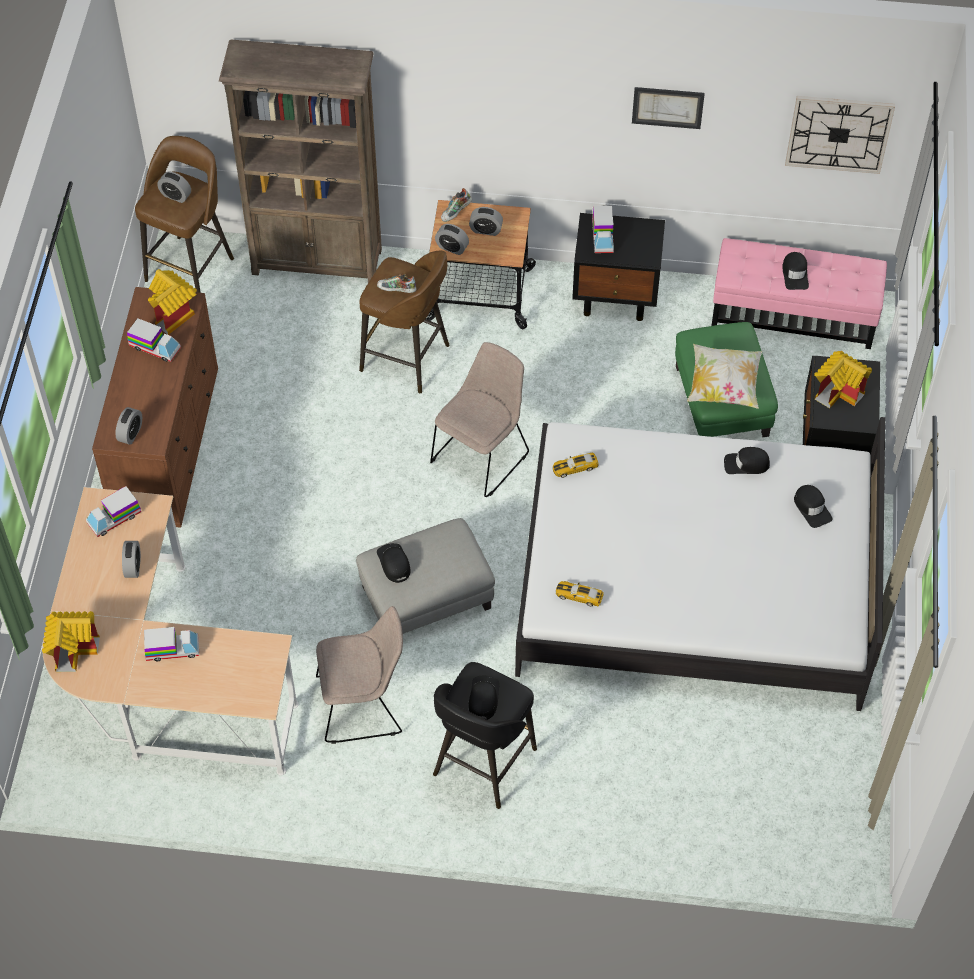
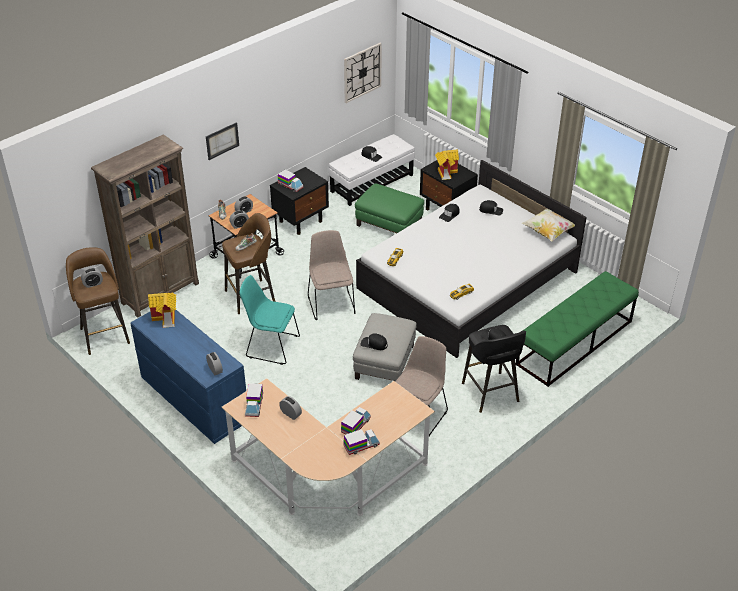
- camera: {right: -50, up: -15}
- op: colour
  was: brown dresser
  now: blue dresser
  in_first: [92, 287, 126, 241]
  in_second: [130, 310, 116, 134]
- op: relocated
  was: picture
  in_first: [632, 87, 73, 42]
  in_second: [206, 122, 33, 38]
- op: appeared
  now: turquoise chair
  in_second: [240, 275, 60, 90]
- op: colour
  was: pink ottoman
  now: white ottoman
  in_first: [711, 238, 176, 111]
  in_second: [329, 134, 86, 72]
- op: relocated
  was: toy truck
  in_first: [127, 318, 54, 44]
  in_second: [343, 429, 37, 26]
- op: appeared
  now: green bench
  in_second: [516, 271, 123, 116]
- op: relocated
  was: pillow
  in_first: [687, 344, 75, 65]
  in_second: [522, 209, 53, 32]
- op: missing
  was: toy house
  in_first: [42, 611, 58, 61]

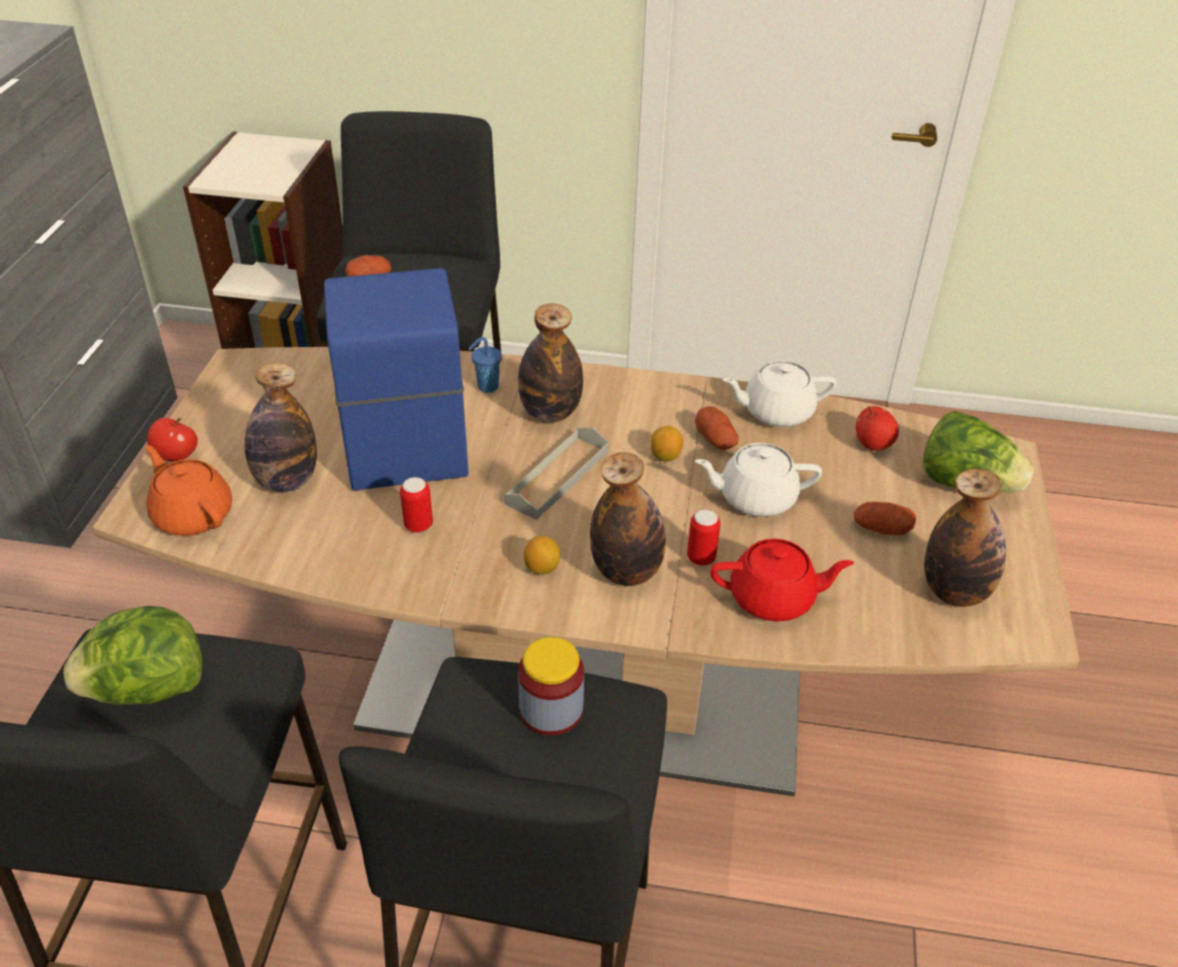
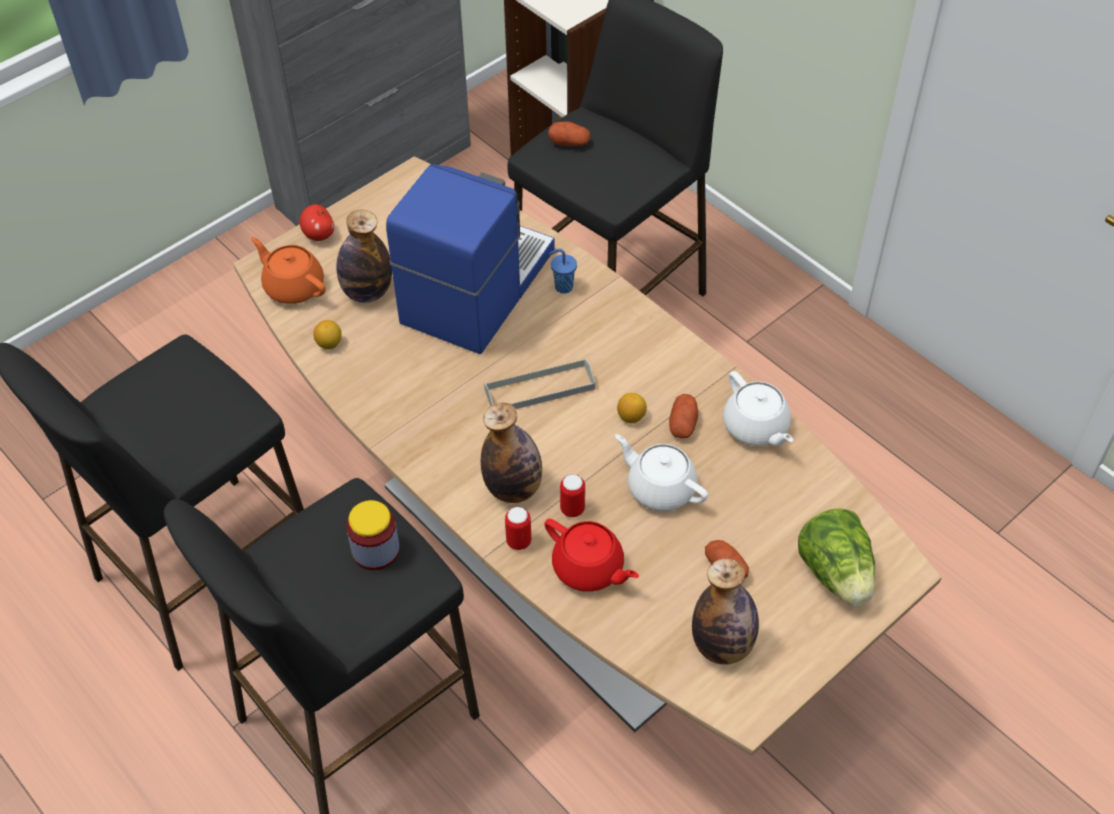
- camera: {right: 40, up: 10}
- op: spun
  was: orange teapot
  in_first: [146, 445, 86, 91]
  in_second: [251, 237, 75, 67]
  clockwise: -45
- op: relocated
  was: lemon
  in_first: [524, 536, 36, 39]
  in_second: [313, 320, 29, 29]
- op: relocated
  was: can
  in_first: [400, 477, 33, 56]
  in_second: [505, 507, 26, 43]
- op: spun
  was: white teapot
  in_first: [722, 361, 115, 66]
  in_second: [723, 371, 70, 75]
  clockwise: -150
- op: missing
  was: lettuce
  in_first: [64, 606, 139, 99]
- op: missing
  was: bottle
  in_first: [518, 303, 65, 120]
- op: missing
  was: apple
  in_first: [856, 406, 43, 45]

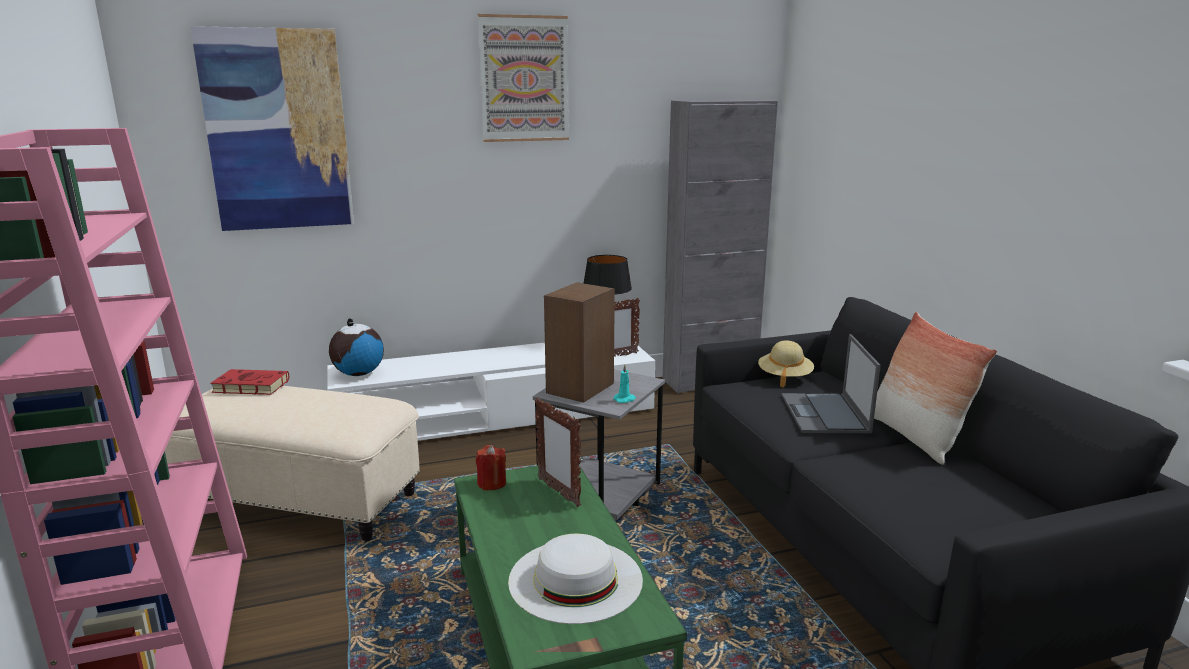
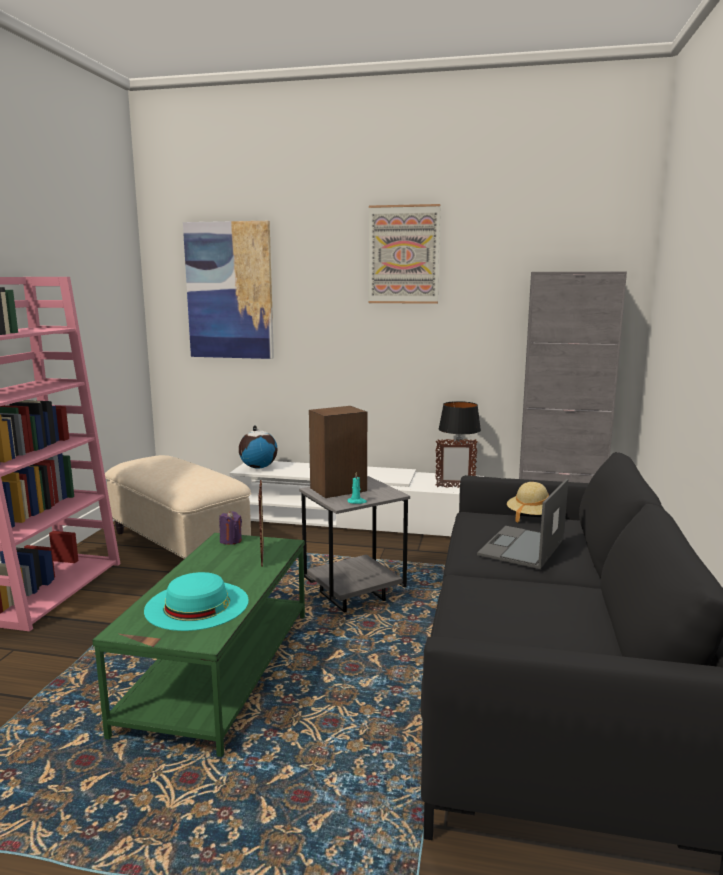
- camera: {right: 30, up: -5}
- op: colour
  was: white hat
  now: turquoise hat
  in_first: [508, 534, 135, 90]
  in_second: [144, 572, 105, 59]
- op: colour
  was: red candle
  now: purple candle
  in_first: [476, 445, 30, 45]
  in_second: [219, 511, 23, 34]
- op: missing
  was: red book
  in_first: [210, 369, 79, 26]
- op: missing
  was: pillow
  in_first: [874, 312, 123, 153]

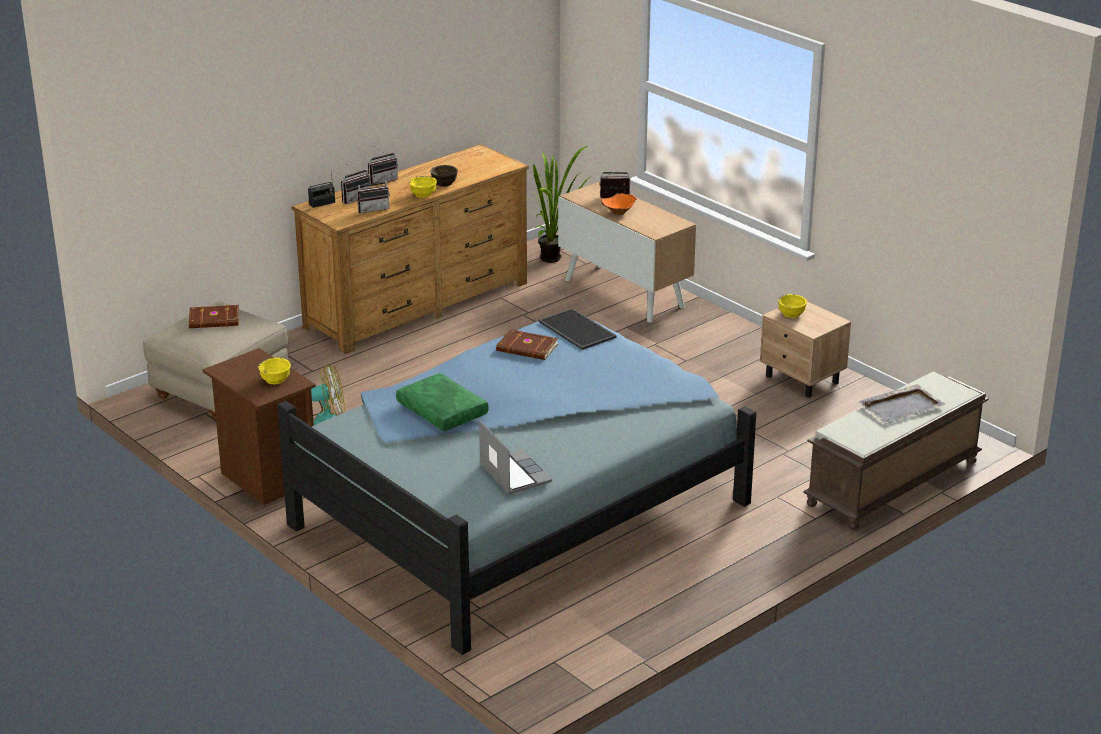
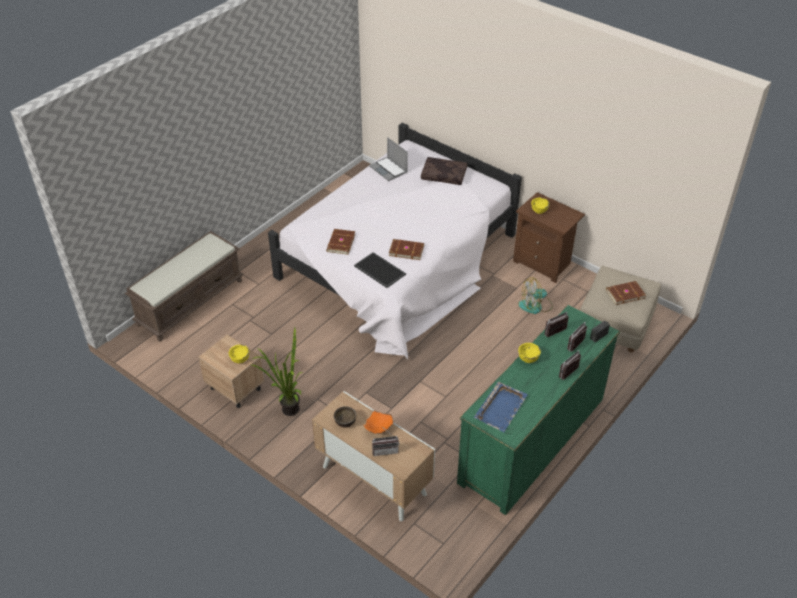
- camera: {right: 170, up: 15}
- op: relocated
  was: potted plant
  in_first: [532, 146, 59, 117]
  in_second: [252, 327, 51, 89]
- op: colour
  was: blue bed
  now: white bed
  in_first: [277, 321, 479, 334]
  in_second: [268, 123, 254, 237]
- op: appeared
  now: brown book
  in_second: [326, 229, 29, 26]
- op: relocated
  was: brown bowl
  in_first: [430, 165, 28, 22]
  in_second: [334, 406, 22, 22]
- op: appeared
  now: brown pillow
  in_second: [421, 157, 46, 28]
- op: colour
  was: brown dresser
  now: green dresser
  in_first: [291, 144, 238, 210]
  in_second: [457, 305, 163, 210]
- op: appeared
  now: blue tray
  in_second: [474, 382, 54, 50]
- op: missing
  was: green pillow
  in_first: [396, 373, 93, 58]
- op: missing
  was: grey tray
  in_first: [858, 384, 87, 40]

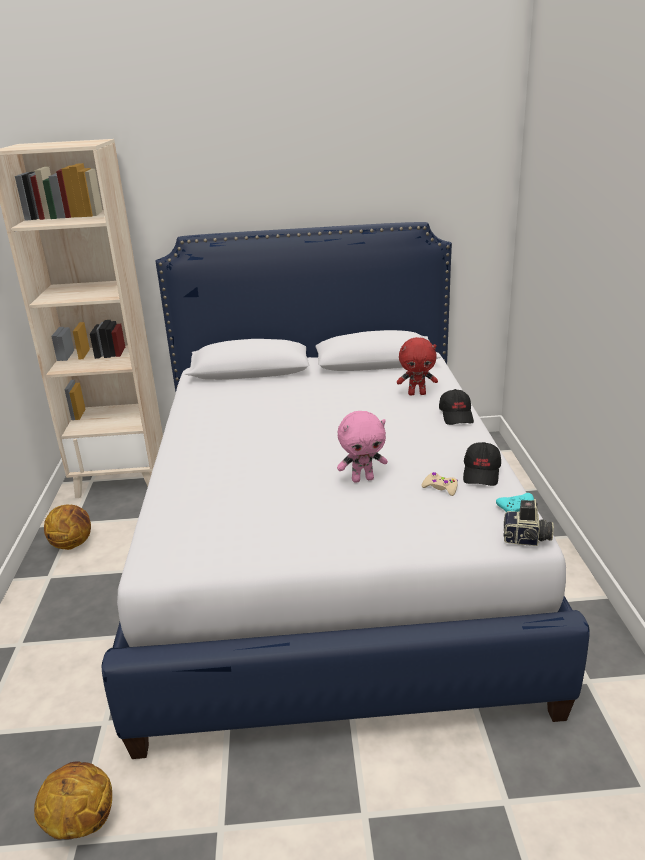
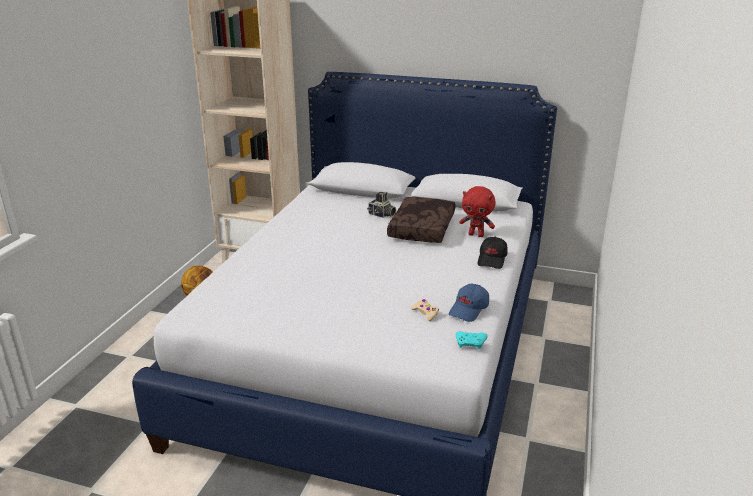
- camera: {right: 20, up: 0}
- op: relocated
  was: photo camera
  in_first: [503, 499, 51, 47]
  in_second: [367, 192, 29, 26]
- op: appeared
  now: brown pillow
  in_second: [387, 197, 68, 46]
- op: colour
  was: black cap
  now: blue cap
  in_first: [463, 442, 38, 44]
  in_second: [449, 284, 40, 38]
- op: missing
  was: basketball
  in_first: [34, 762, 78, 77]
- op: missing
  was: pink plush toy
  in_first: [337, 411, 51, 72]

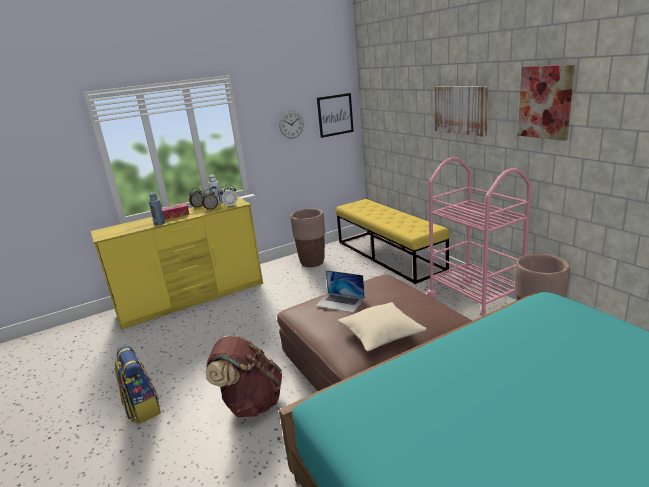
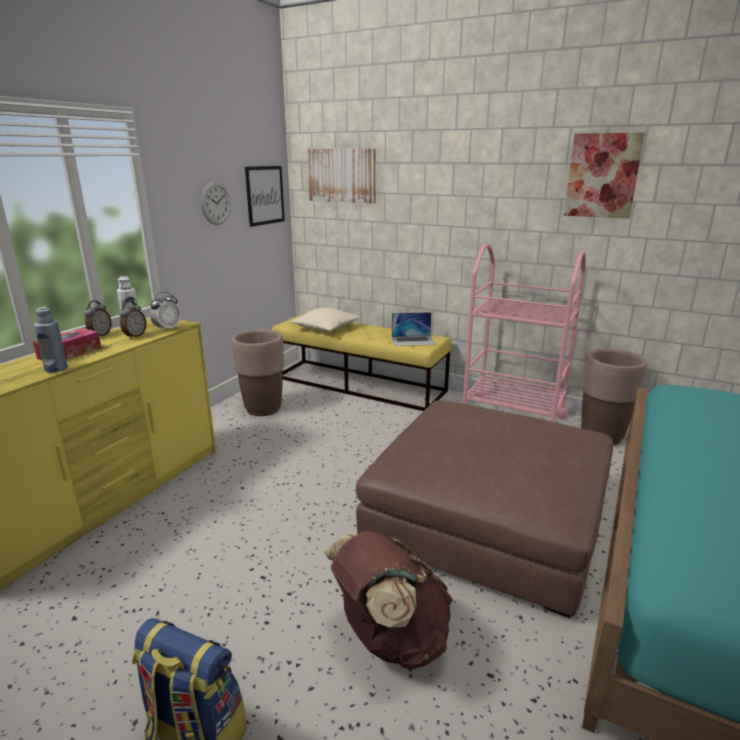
- camera: {right: -35, up: 0}
- op: relocated
  was: beige pillow
  in_first: [338, 302, 88, 49]
  in_second: [291, 307, 69, 24]
- op: relocated
  was: picture
  in_first: [434, 86, 54, 51]
  in_second: [307, 148, 69, 56]
- op: relocated
  was: laptop
  in_first: [315, 270, 50, 43]
  in_second: [392, 312, 44, 34]

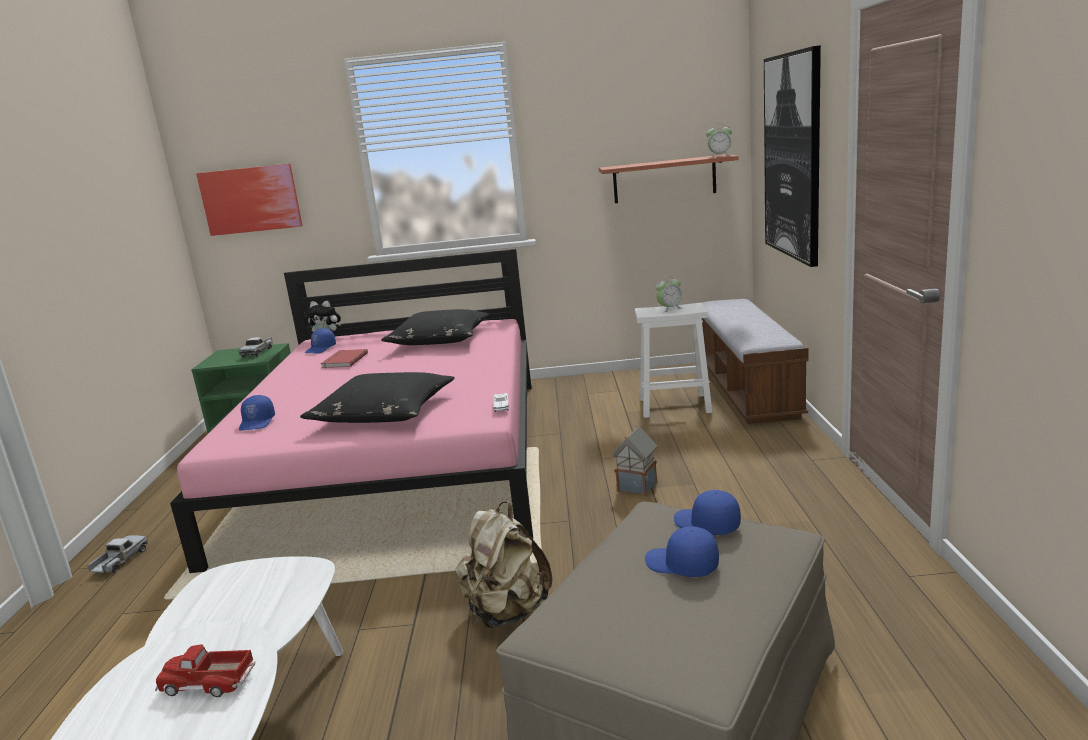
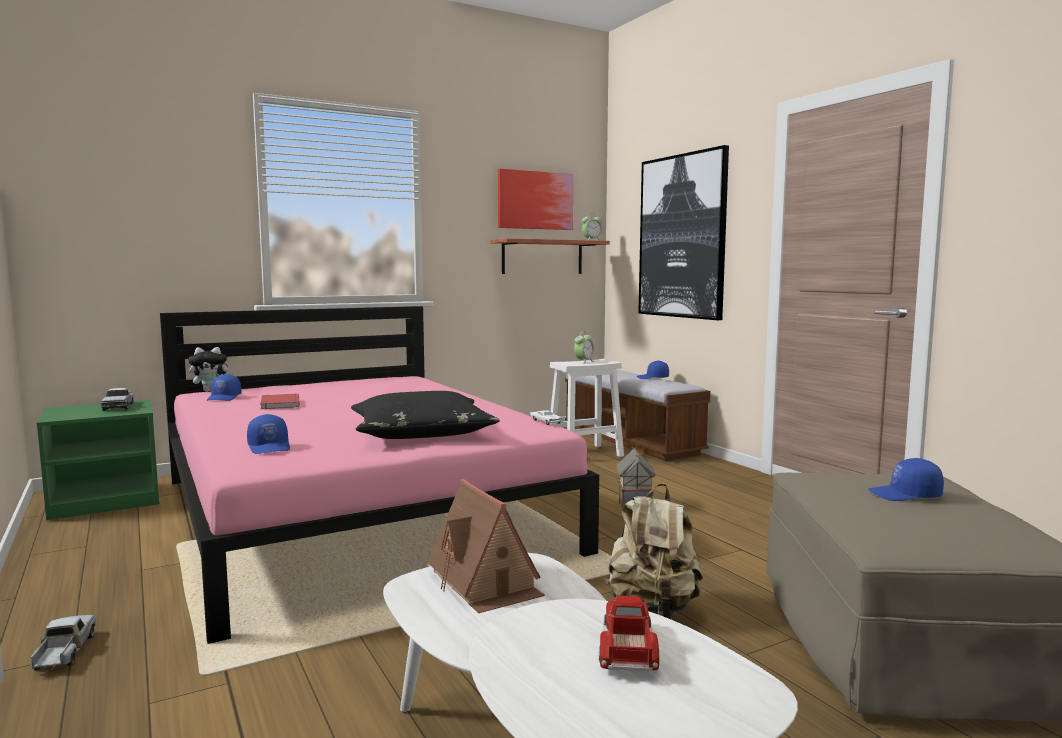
- camera: {right: -30, up: -10}
- op: appeared
  now: toy house
  in_second: [427, 479, 118, 134]
- op: relocated
  was: picture
  in_first: [196, 164, 106, 72]
  in_second: [498, 169, 75, 61]
- op: spun
  was: toy truck
  in_first: [155, 644, 100, 53]
  in_second: [599, 596, 60, 75]
  clockwise: 120
- op: relocated
  was: blue cap
  in_first: [674, 490, 67, 45]
  in_second: [636, 360, 33, 19]
- op: missing
  was: black pillow
  in_first: [381, 309, 110, 36]

